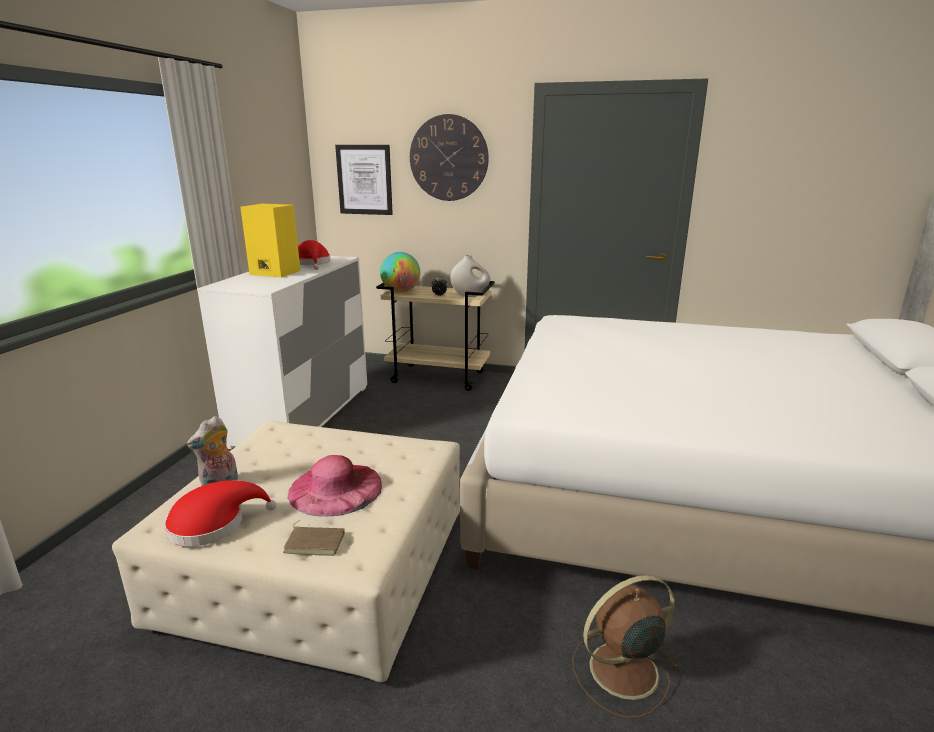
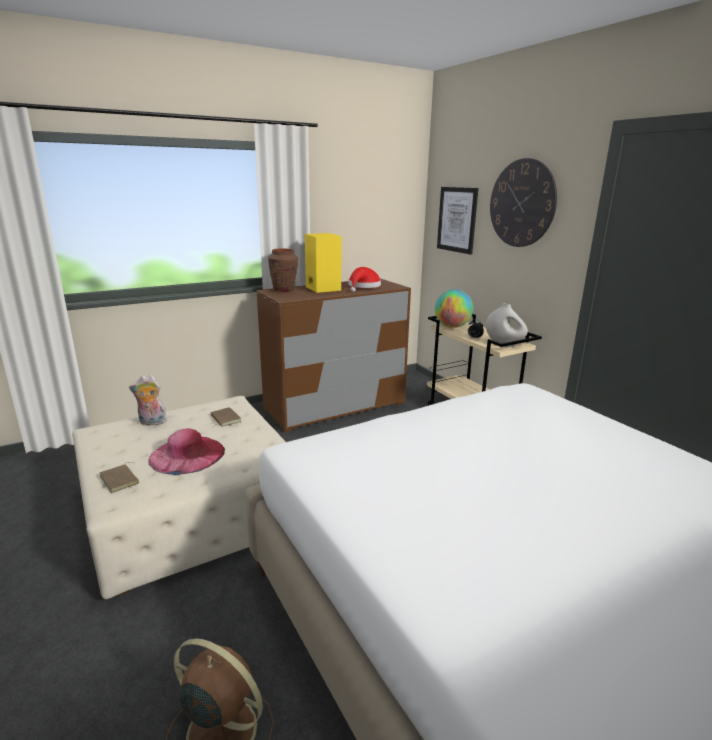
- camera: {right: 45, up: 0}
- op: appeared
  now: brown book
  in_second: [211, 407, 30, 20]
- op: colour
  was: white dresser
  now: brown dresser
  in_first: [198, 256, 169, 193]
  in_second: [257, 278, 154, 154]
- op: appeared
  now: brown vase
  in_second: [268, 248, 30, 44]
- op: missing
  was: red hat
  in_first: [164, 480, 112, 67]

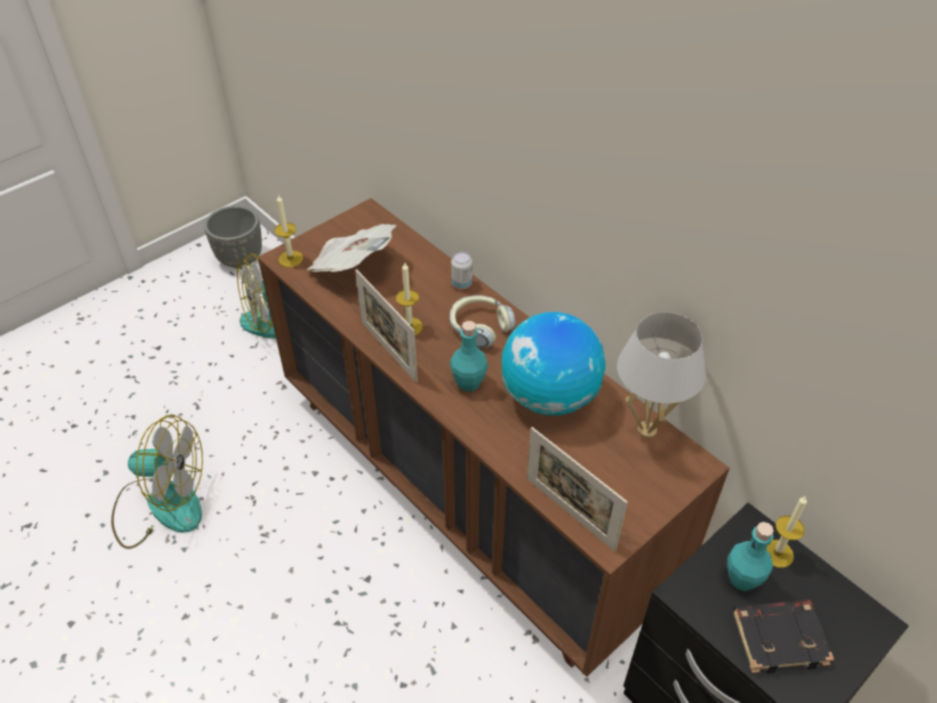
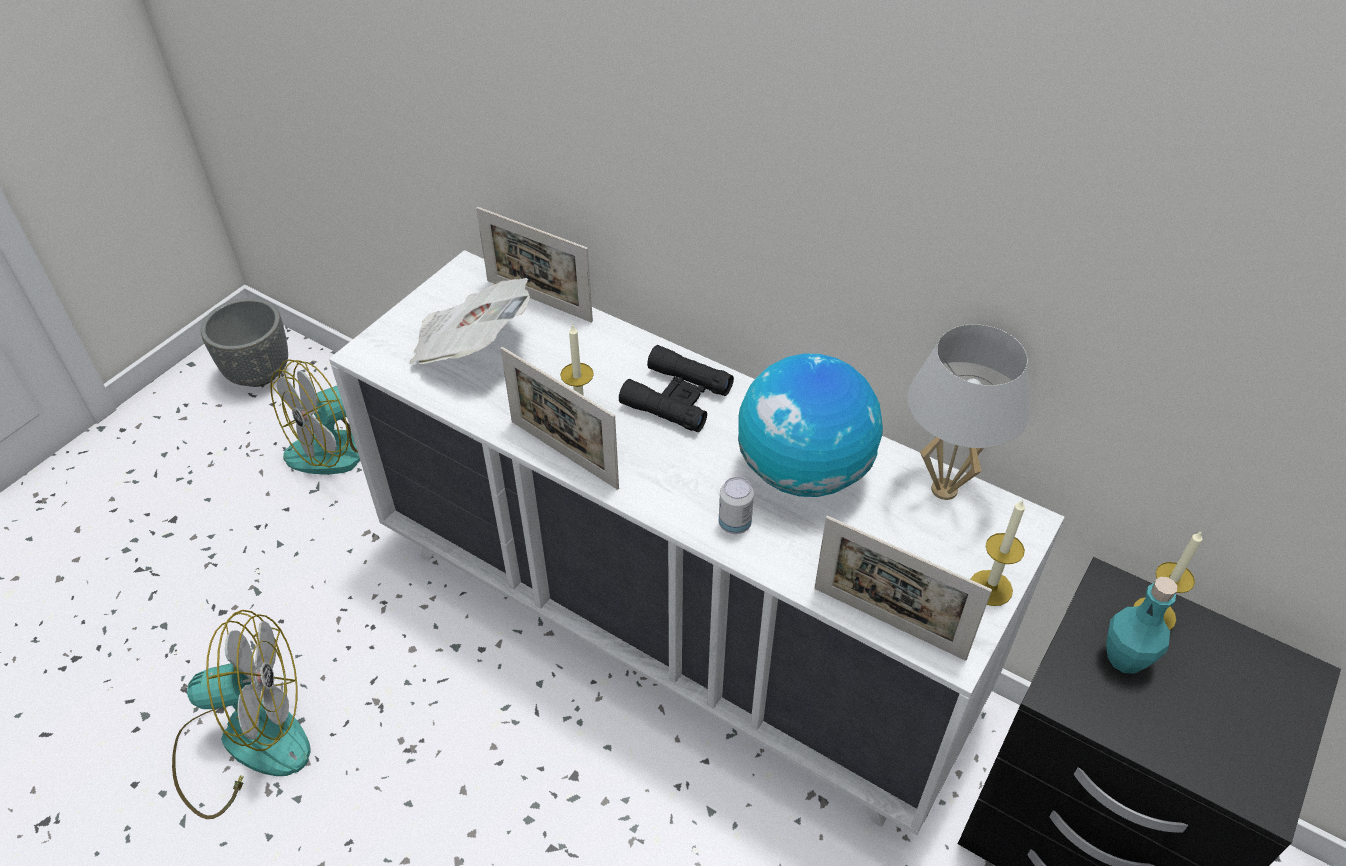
- camera: {right: -15, up: 0}
- op: colour
  was: brown dresser
  now: white dresser
  in_first: [258, 198, 472, 479]
  in_second: [329, 250, 736, 585]
- op: appeared
  now: picture frame
  in_second: [476, 207, 117, 116]
- op: exchanged
  was: headphones
  now: black binoculars
  in_first: [450, 295, 65, 53]
  in_second: [619, 345, 115, 87]
- op: relocated
  was: can
  in_first: [451, 252, 21, 37]
  in_second: [719, 477, 35, 57]
- op: relocated
  was: candle
  in_first: [274, 194, 29, 73]
  in_second: [970, 499, 55, 107]
- op: missing
  was: turquoise bottle
  in_first: [450, 321, 38, 71]
- op: missing
  was: black book
  in_first: [733, 599, 101, 75]

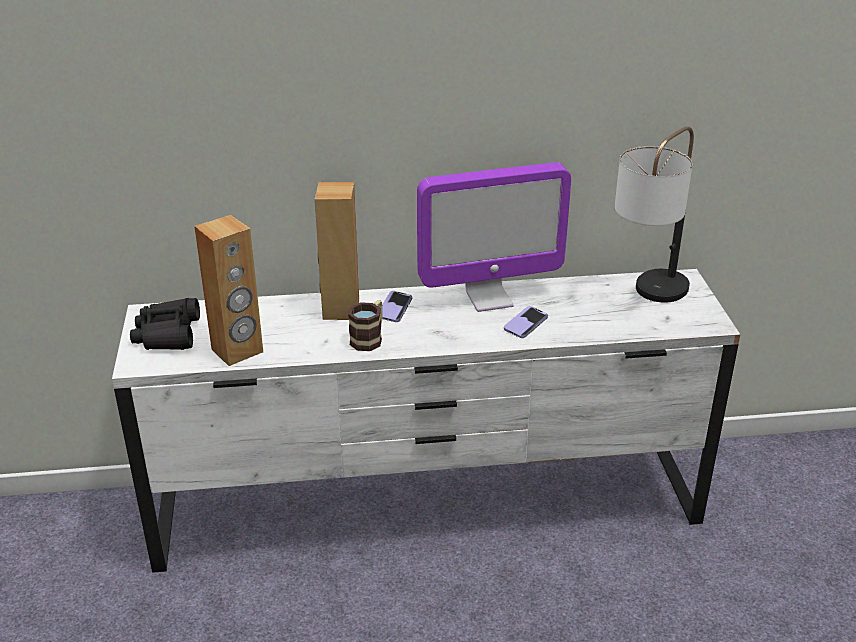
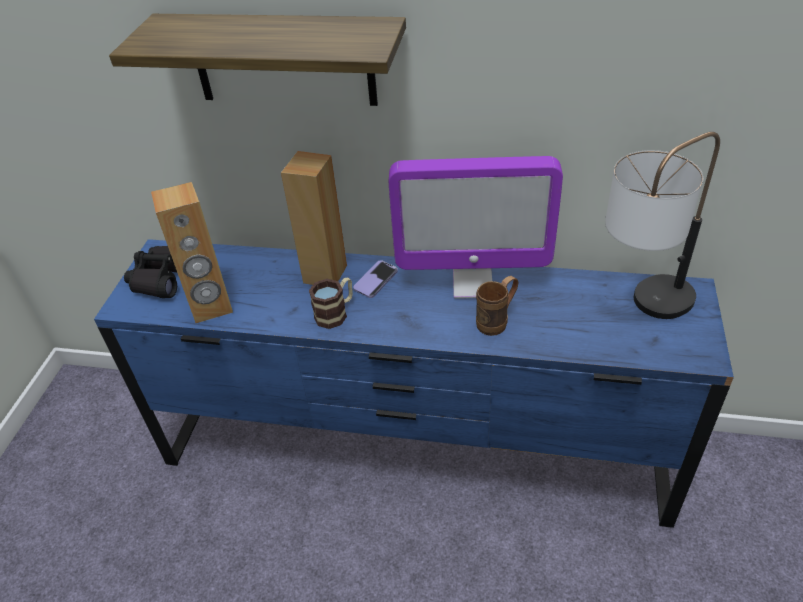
- camera: {right: 20, up: 10}
- op: colour
  was: white dresser
  now: blue dresser
  in_first: [112, 269, 628, 304]
  in_second: [94, 239, 640, 289]
- op: appeared
  now: shelf
  in_second: [109, 14, 297, 92]
- op: exchanged
  was: phone
  now: brown mug
  in_first: [504, 306, 44, 32]
  in_second: [476, 276, 43, 60]

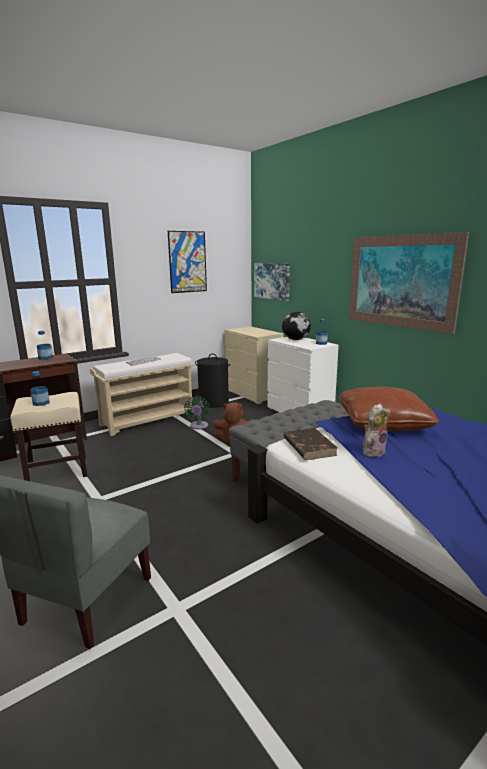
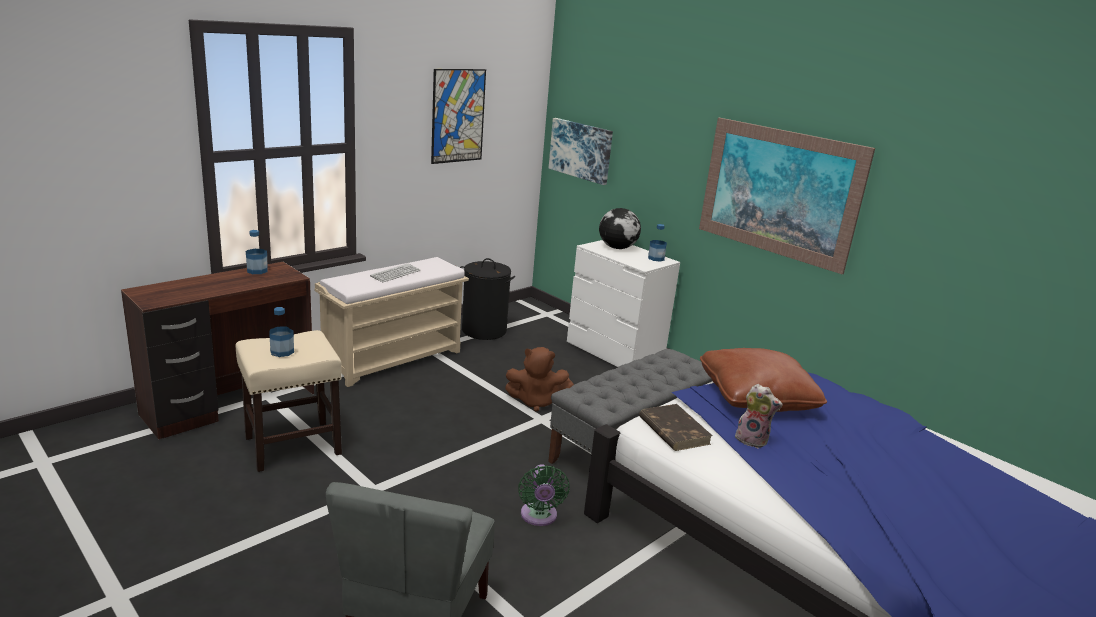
- camera: {right: -10, up: 5}
- op: relocated
  was: green fan
  in_first: [184, 396, 26, 33]
  in_second: [518, 464, 52, 62]
- op: spun
  was: plush toy
  in_first: [363, 403, 26, 54]
  in_second: [735, 384, 48, 64]
  clockwise: 75
- op: missing
  was: beige dresser
  in_first: [225, 326, 59, 78]

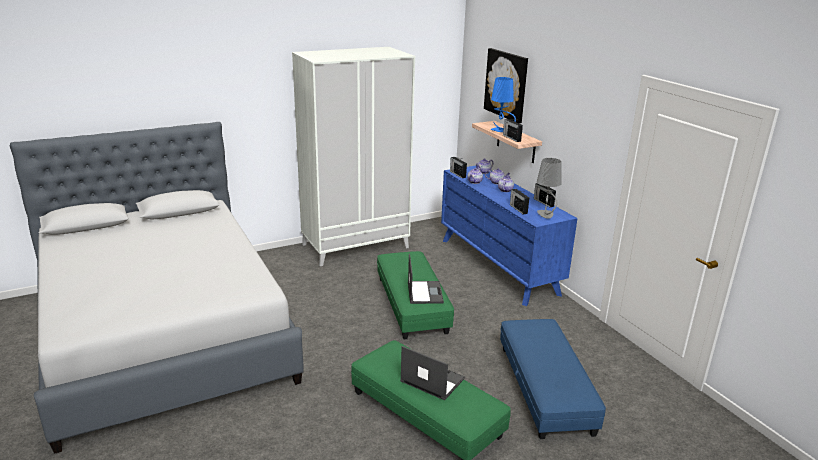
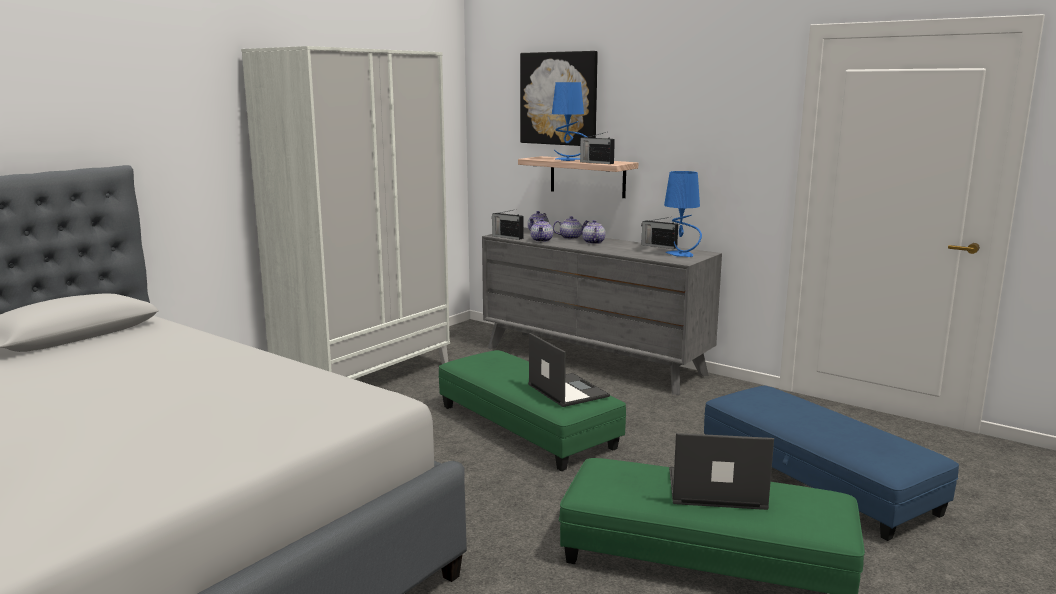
- camera: {right: -25, up: -10}
- op: colour
  was: blue dresser
  now: grey dresser
  in_first: [441, 165, 137, 141]
  in_second: [482, 227, 240, 168]
- op: colour
  was: grey table lamp
  now: blue table lamp
  in_first: [537, 158, 25, 61]
  in_second: [664, 171, 38, 86]
- op: missing
  was: radio
  in_first: [510, 189, 19, 25]

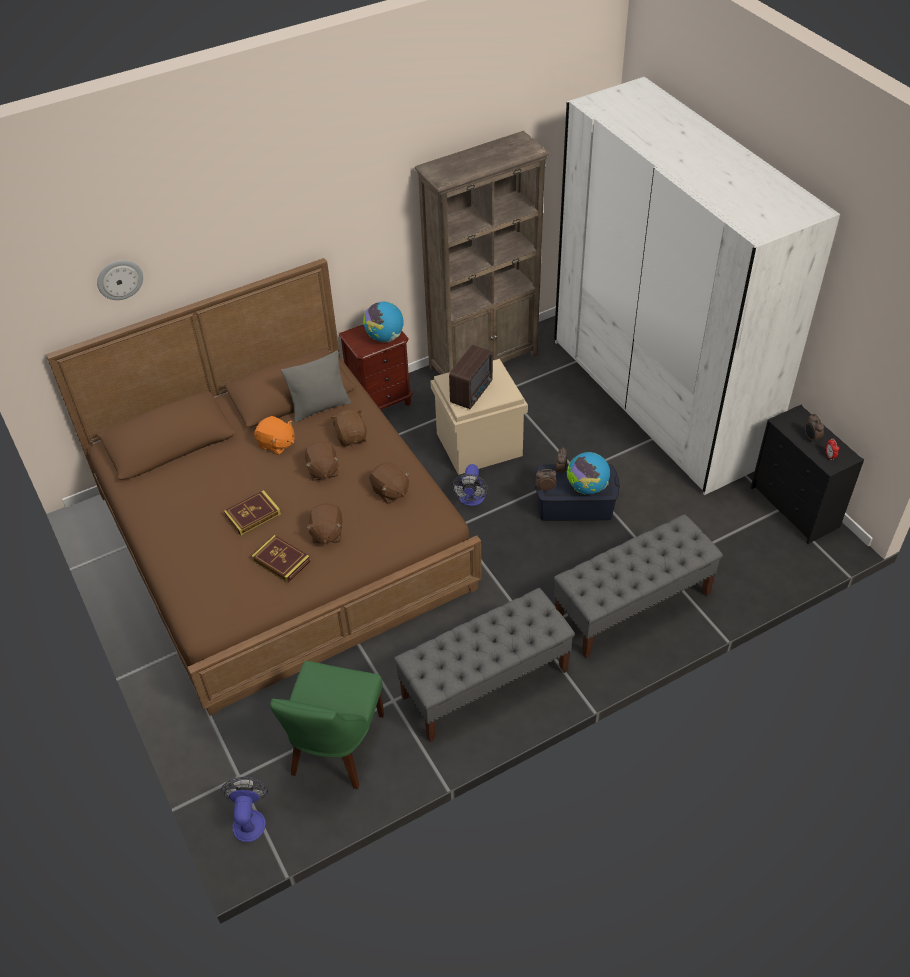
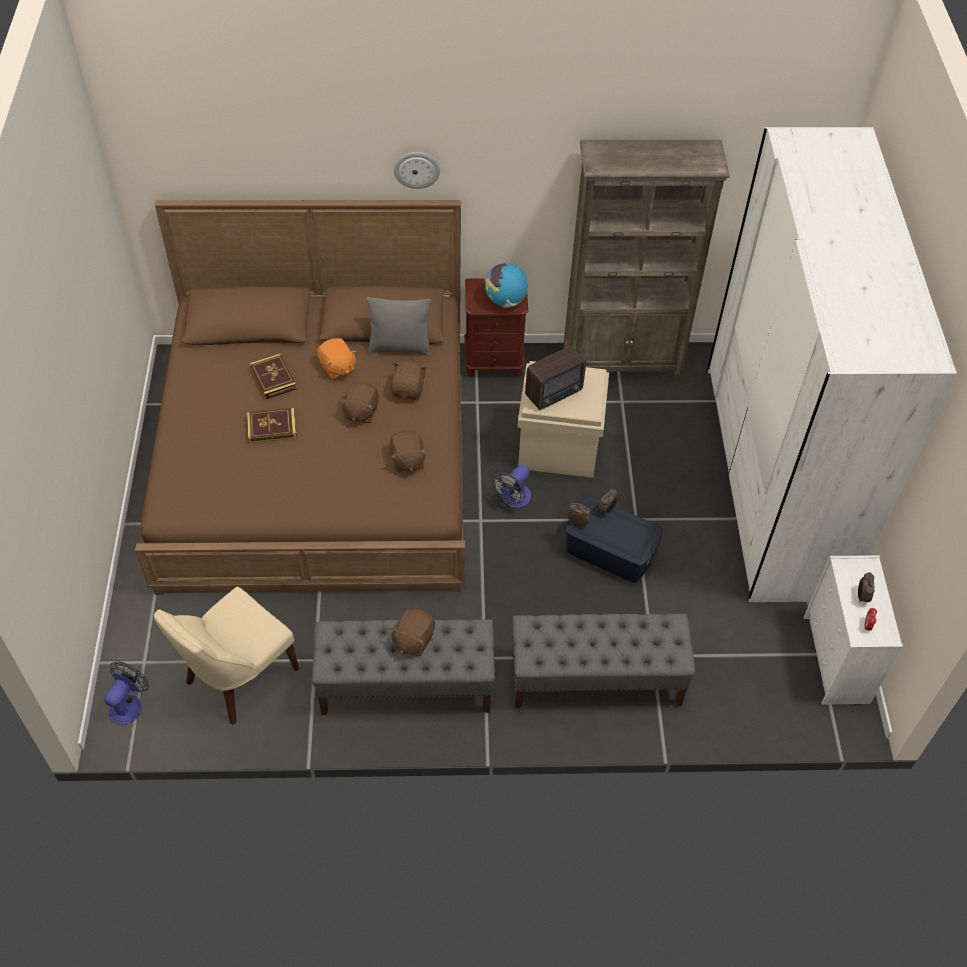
- camera: {right: 25, up: 5}
- op: colour
  was: green chair
  now: beige chair
  in_first: [270, 661, 114, 128]
  in_second: [154, 587, 145, 138]
- op: relocated
  was: book
  in_first: [252, 535, 59, 48]
  in_second: [250, 354, 47, 45]
- op: relocated
  was: brown plush toy
  in_first: [306, 504, 36, 40]
  in_second: [390, 609, 45, 47]
- op: relocated
  was: wall clock
  in_first: [97, 260, 46, 40]
  in_second: [394, 152, 46, 37]
- op: colour
  was: black dresser
  now: white dresser
  in_first: [751, 405, 113, 139]
  in_second: [804, 555, 99, 150]
- op: missing
  was: globe
  in_first: [566, 452, 44, 42]

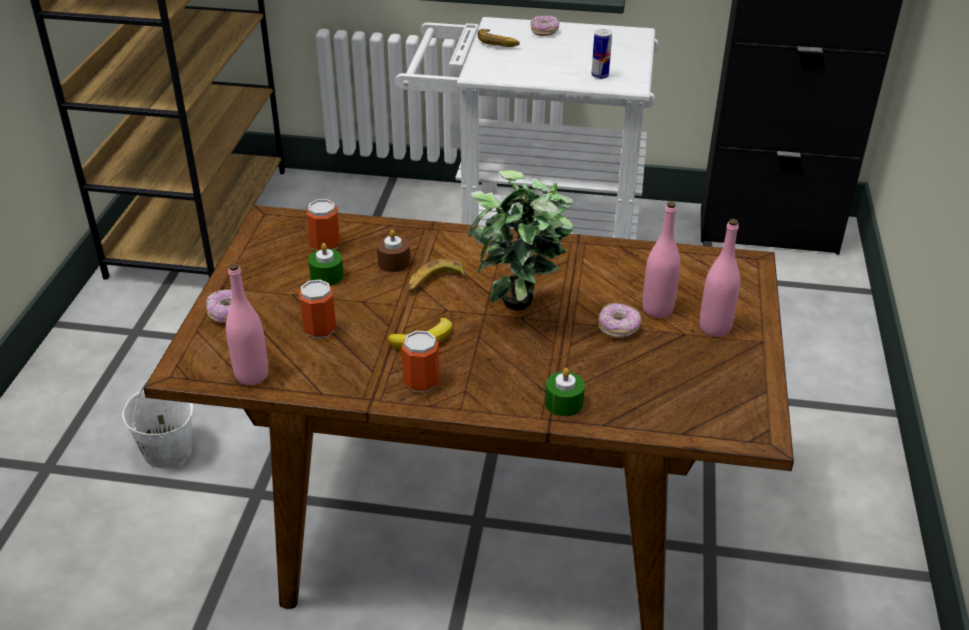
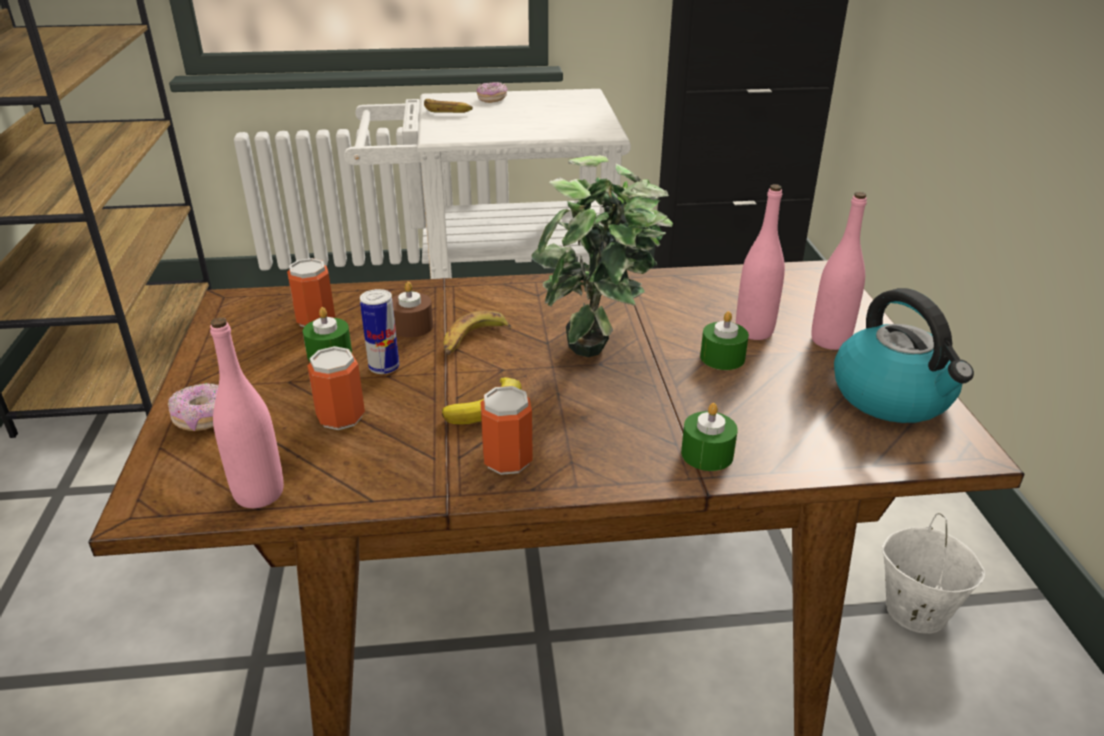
- camera: {right: -15, up: -5}
- op: relocated
  was: can
  in_first: [591, 29, 21, 50]
  in_second: [360, 289, 39, 85]
- op: exchanged
  was: donut
  now: green candle
  in_first: [598, 303, 43, 35]
  in_second: [700, 311, 49, 59]
- op: appeared
  now: kettle
  in_second: [834, 288, 140, 135]
- op: relocated
  was: white bucket
  in_first: [122, 377, 71, 92]
  in_second: [882, 513, 103, 121]

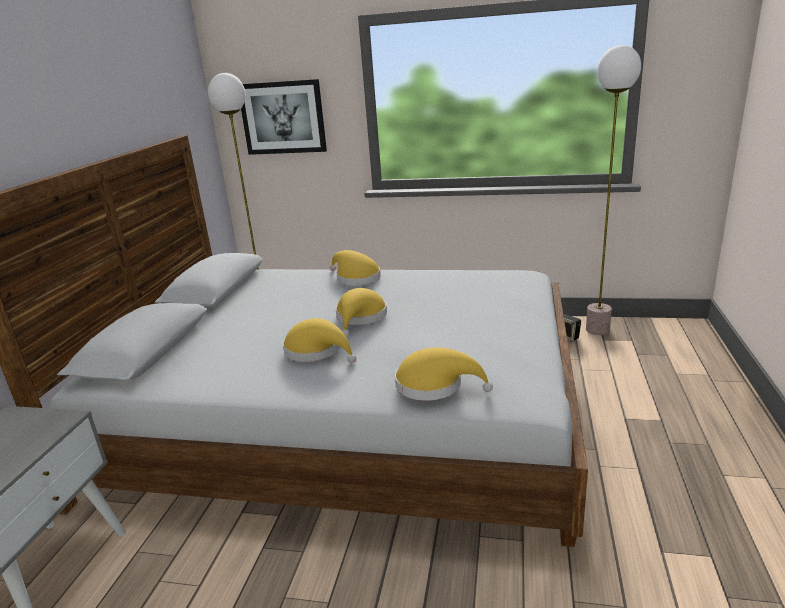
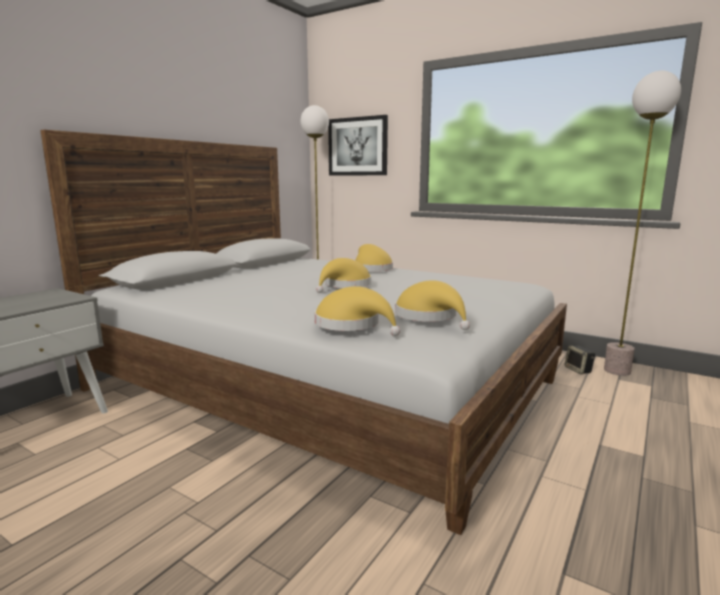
- camera: {right: 20, up: -10}
- op: relocated
  was: yellow hat
  in_first: [283, 318, 73, 45]
  in_second: [395, 280, 75, 50]

